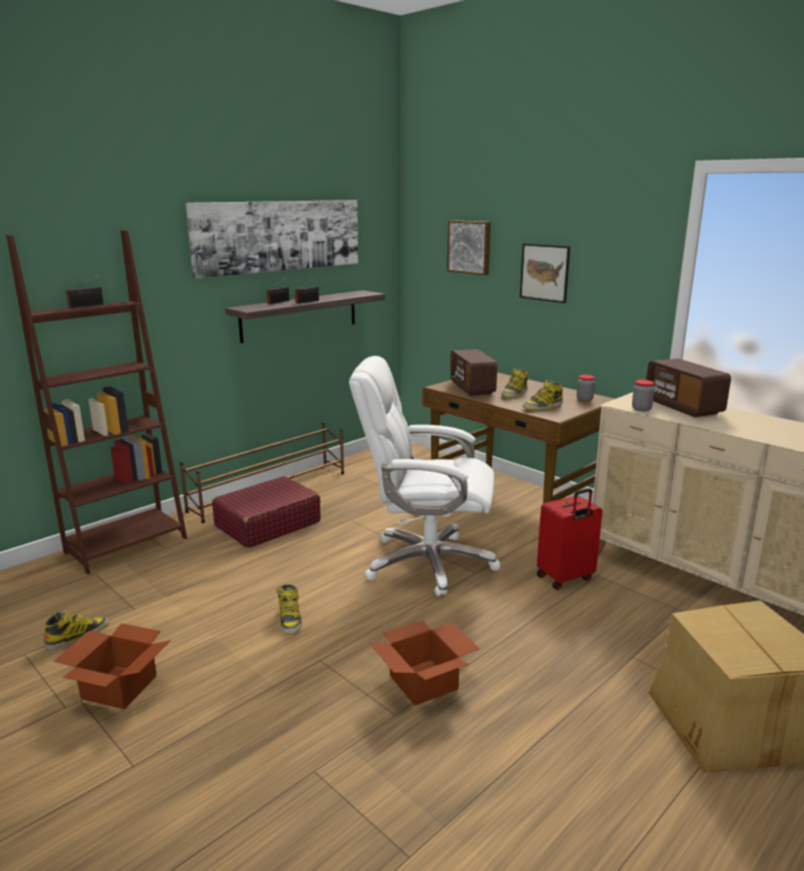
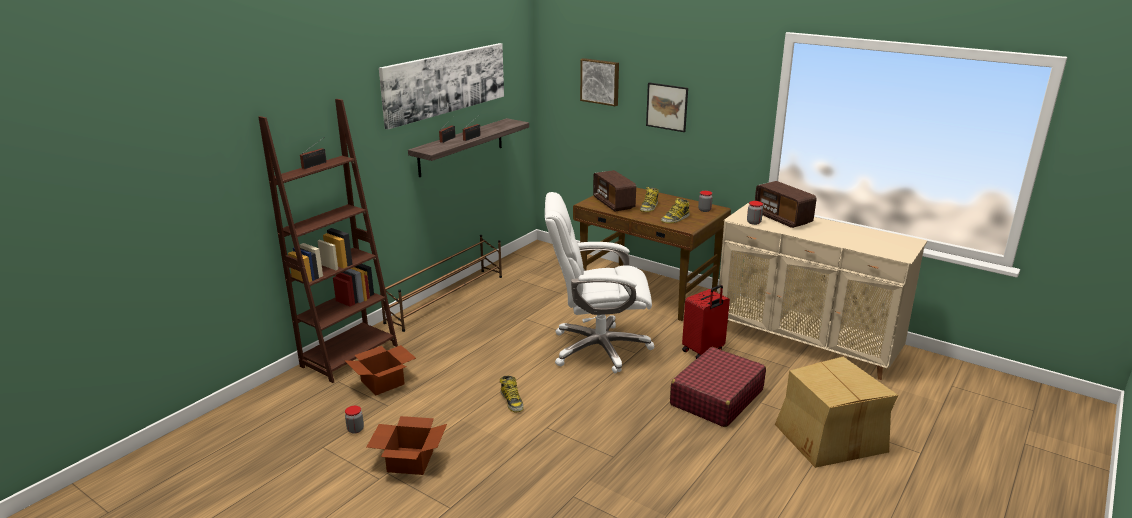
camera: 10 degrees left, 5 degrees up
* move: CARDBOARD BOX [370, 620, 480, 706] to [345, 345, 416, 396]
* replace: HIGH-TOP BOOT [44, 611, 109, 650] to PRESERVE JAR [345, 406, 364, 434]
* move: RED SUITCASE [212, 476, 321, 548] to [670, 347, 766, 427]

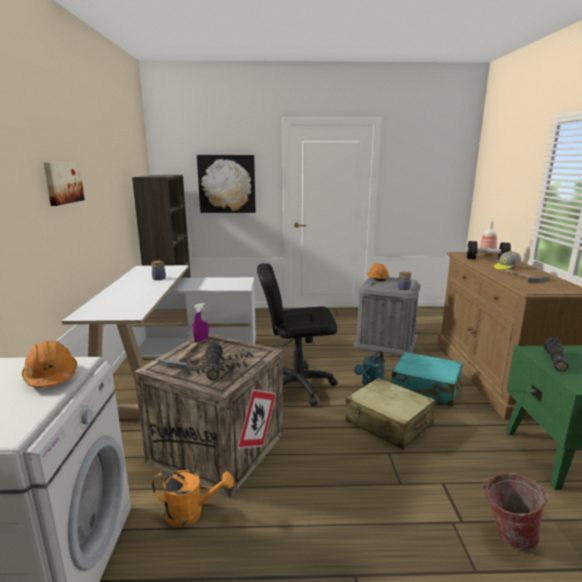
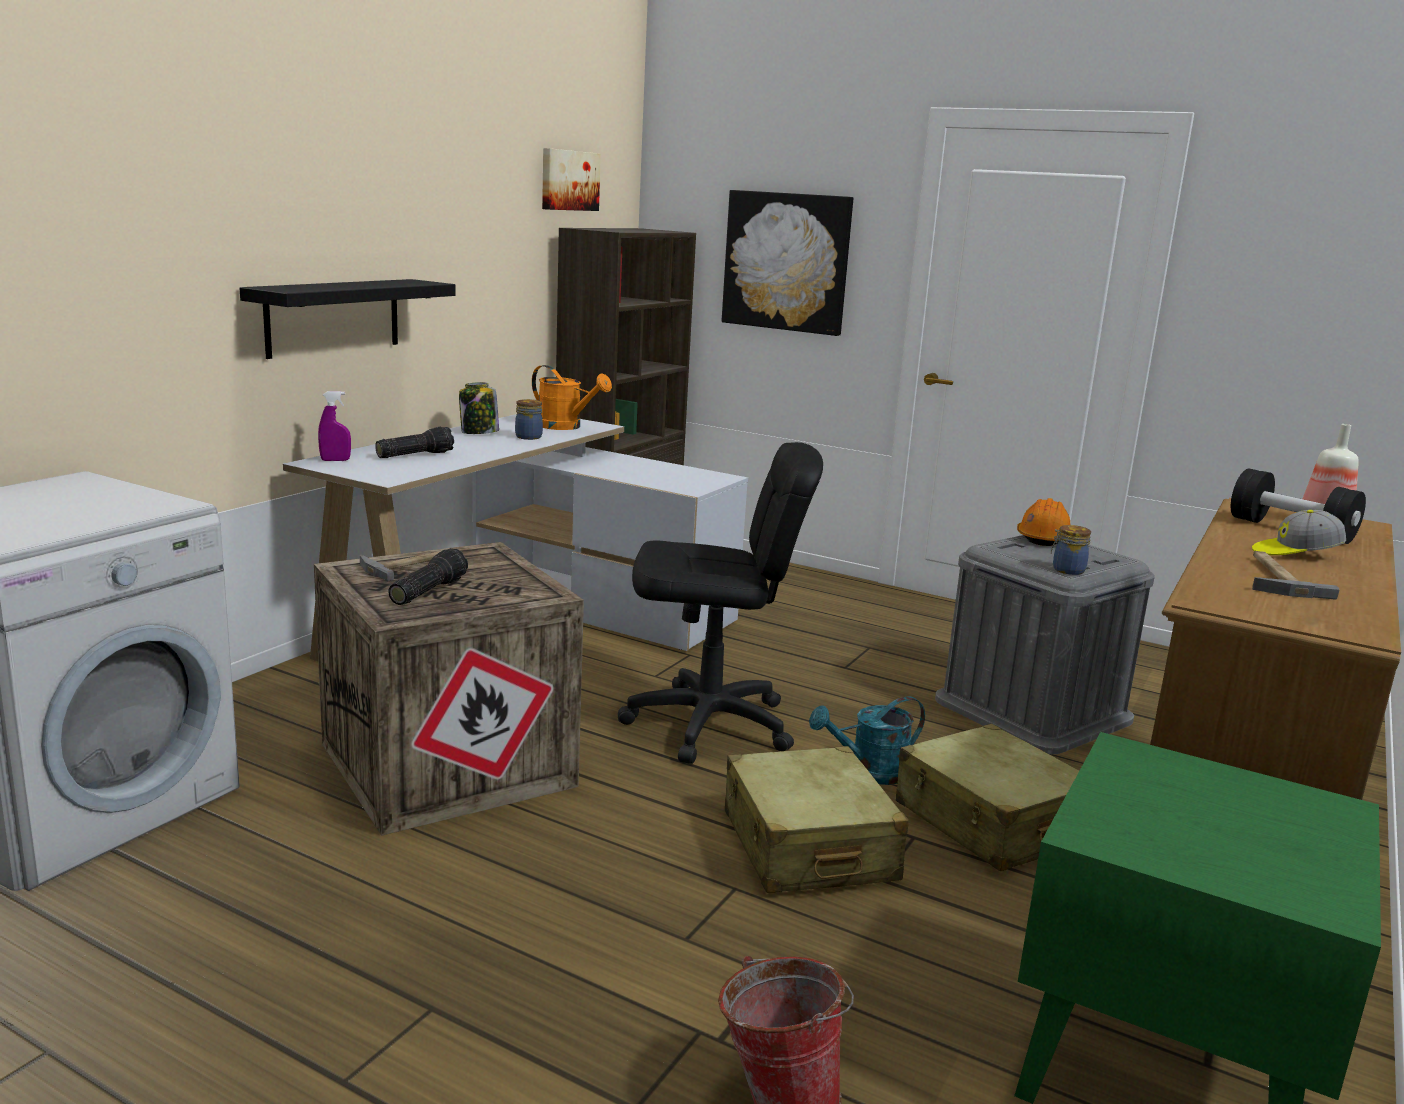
camera: 30 degrees right, 0 degrees up
* insert: BLACKISH BRACKET SHELF [240, 279, 456, 359]
* move: PURPLE SPRAYER [193, 303, 209, 342] to [318, 391, 351, 461]
* move: FLASHLIGHT [544, 337, 568, 371] to [375, 427, 454, 458]
* insert: PRESERVE JAR [459, 382, 499, 434]
* move: ORANGEY WATERING CAN [152, 470, 234, 527] to [532, 365, 612, 430]
* move: WALL ART [44, 162, 85, 206] to [542, 148, 601, 211]
* rotate: BLACKISH DESK CHAIR [257, 263, 337, 406] = [618, 442, 823, 764] 150 degrees clockwise
* recolor: TURQUOISE-COLOURED SUITCASE [392, 352, 462, 406] to SAND-COLOURED SUITCASE [896, 724, 1079, 872]
* delete: ORANGEY HARD HAT [22, 341, 77, 388]

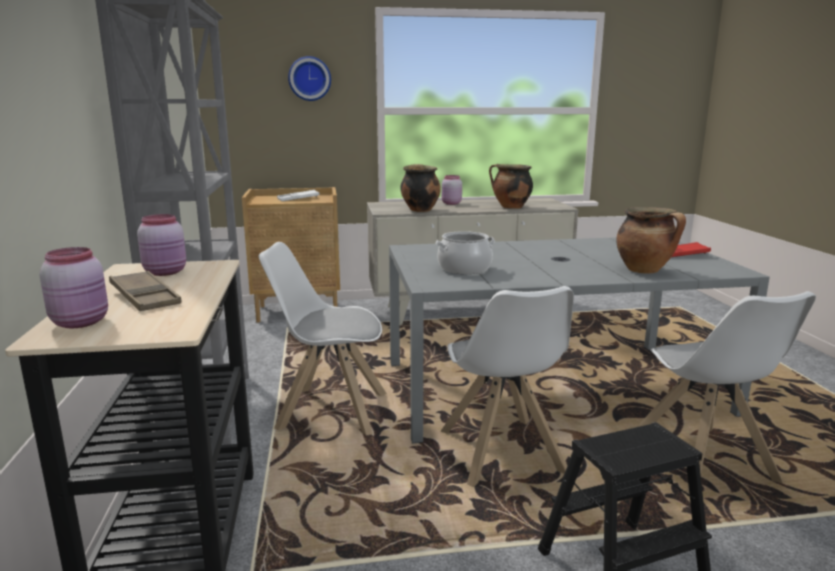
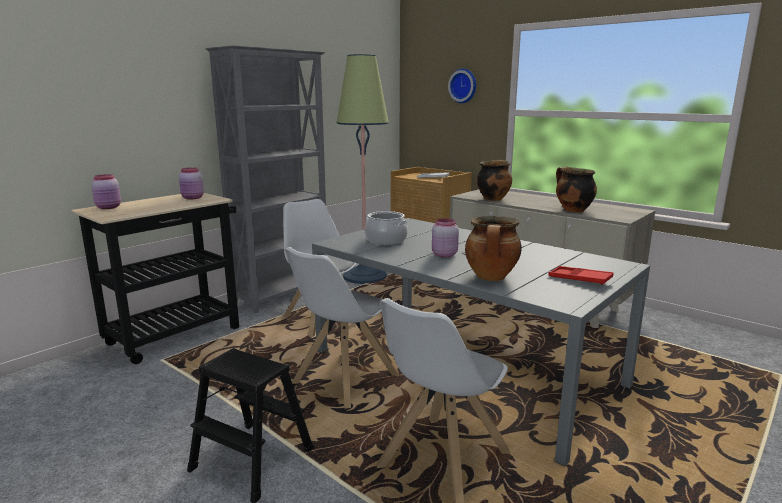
camera: 50 degrees right, 0 degrees up
* insert: FLOOR LAMP [337, 54, 389, 284]
* move: PINK PRESERVE JAR [442, 175, 462, 205] to [432, 218, 459, 257]
* delete: BROWNISH TRAY [109, 270, 181, 311]

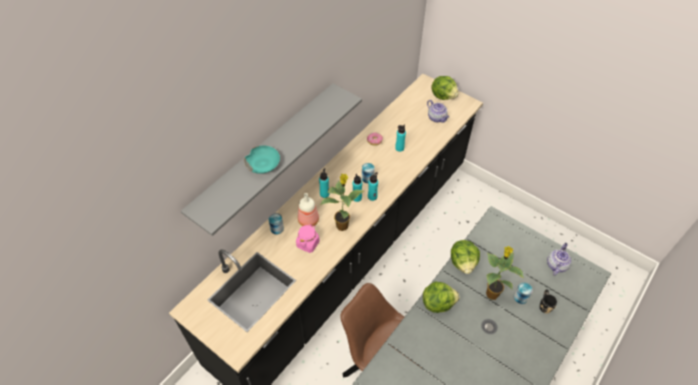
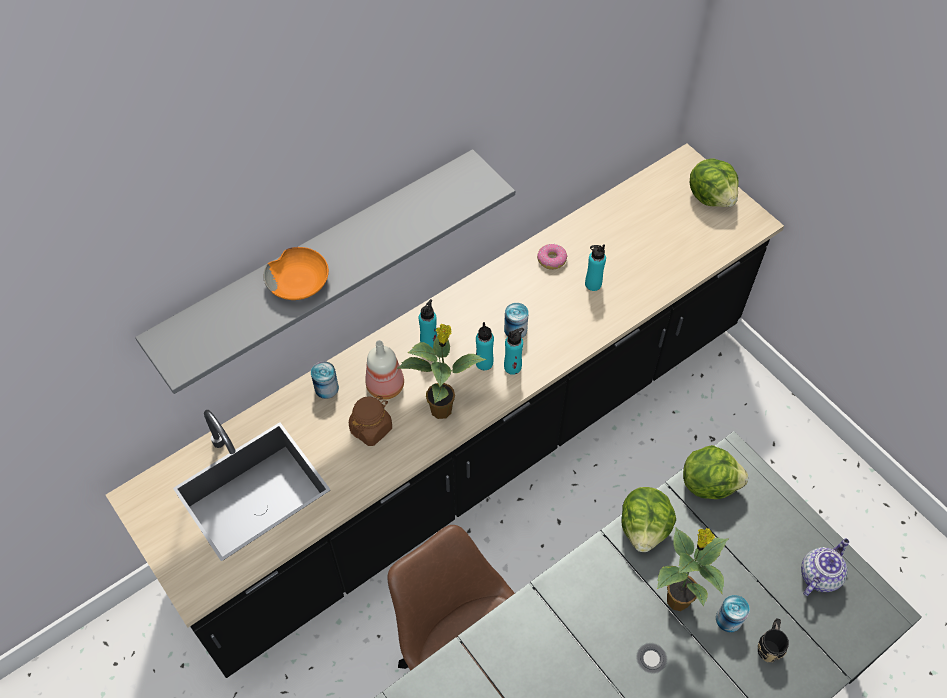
camera: 15 degrees right, 5 degrees up
* recolor: TURQUOISE-COLOURED SERVING BOWL [244, 145, 280, 174] to ORANGEY SERVING BOWL [263, 247, 329, 300]
* recolor: PINK PRESERVE JAR [296, 224, 320, 253] to BROWNISH PRESERVE JAR [349, 396, 392, 446]
* move: LETTUCE [423, 281, 460, 313] to [683, 445, 748, 499]
* delete: POT FOR TEA [427, 100, 450, 122]

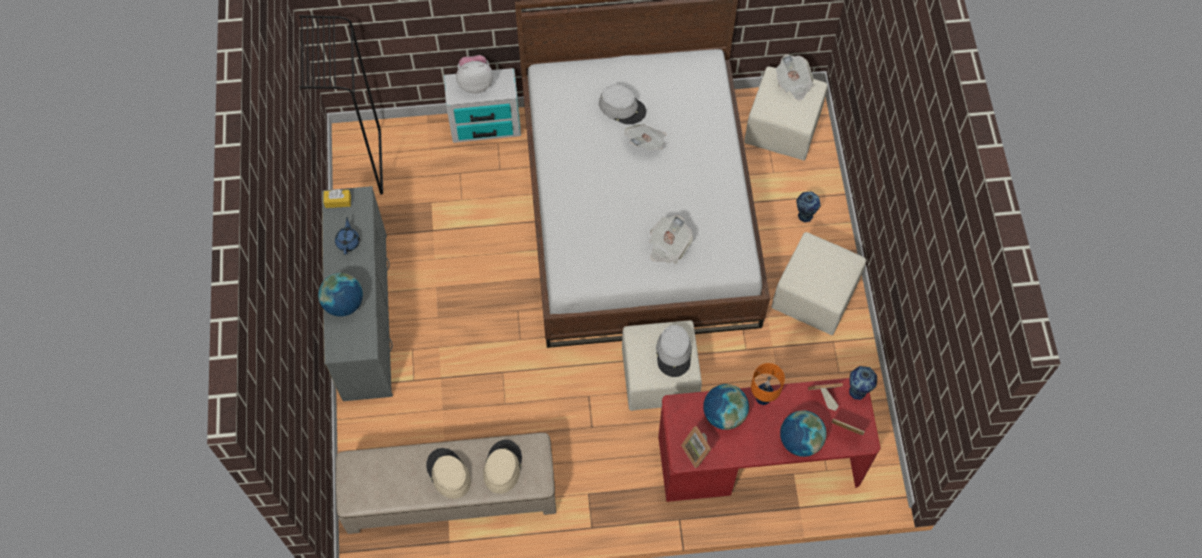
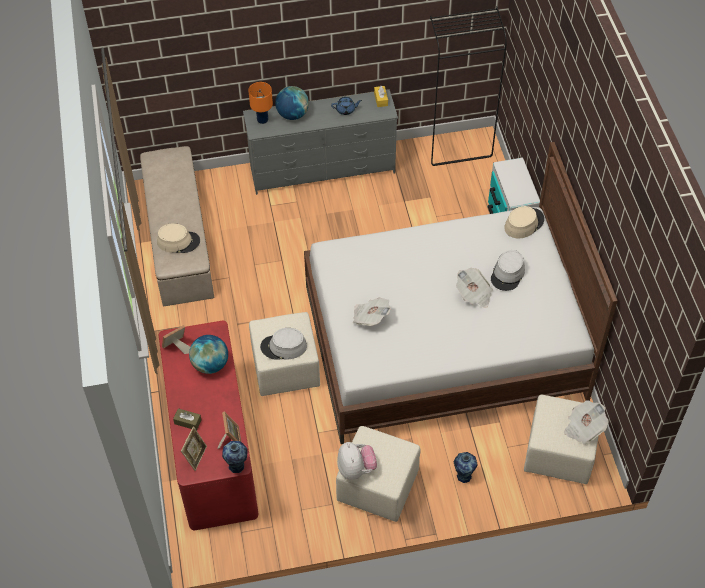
camera: 85 degrees right, 10 degrees down
* replace: WORLD GLOBE [780, 411, 826, 457] to BROWNISH TISSUE BOX [173, 408, 201, 430]
* move: ORANGEY TABLETOP LAMP [751, 363, 785, 405] to [248, 82, 273, 124]
* move: CUDDLY TOY [456, 55, 493, 94] to [337, 442, 377, 480]
* move: SAND-COLOURED HAT [426, 448, 471, 499] to [504, 206, 544, 239]

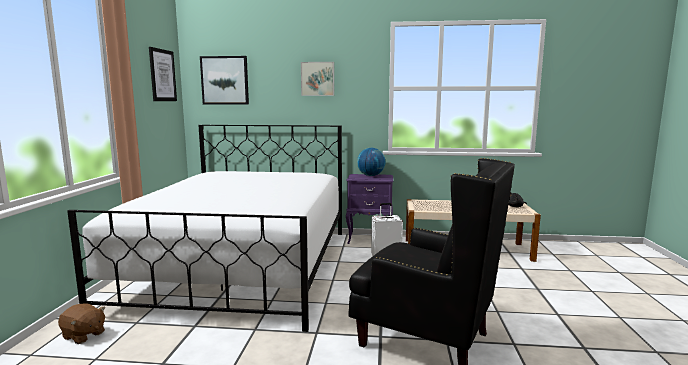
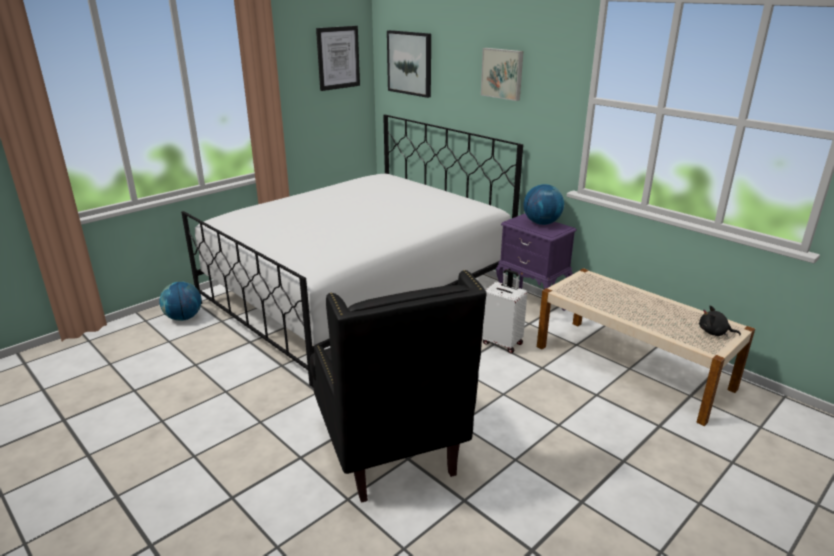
camera: 40 degrees right, 15 degrees up
* replace: BROWNISH CUDDLY TOY [58, 303, 106, 344] to WORLD GLOBE [159, 282, 201, 321]

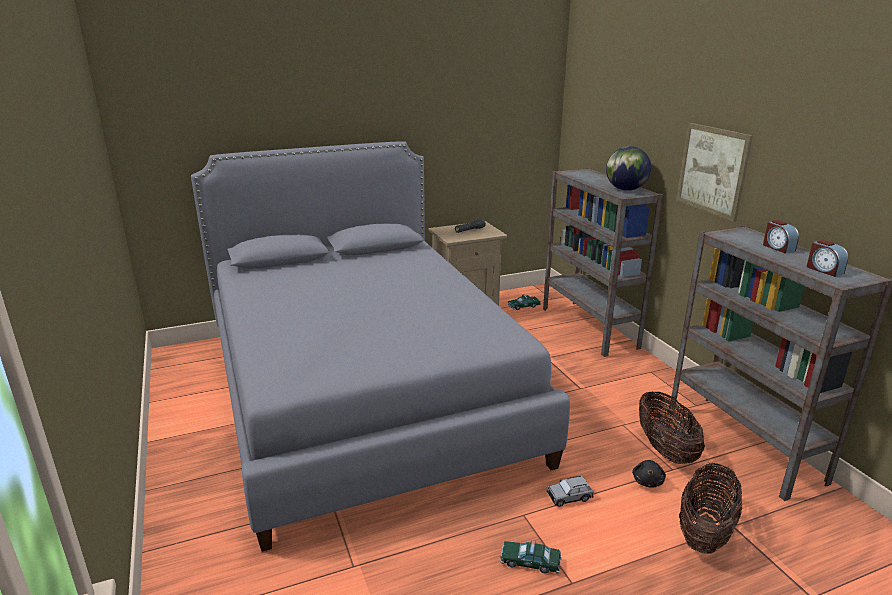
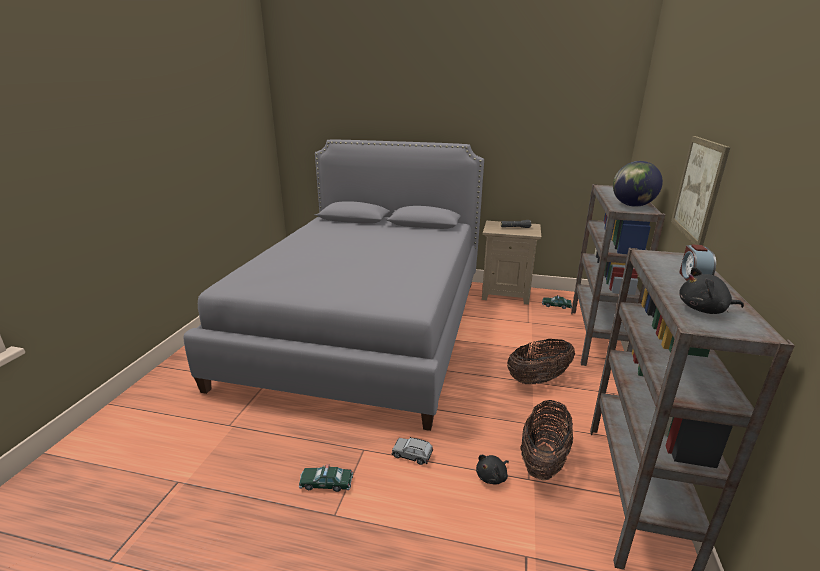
camera: 35 degrees right, 0 degrees up
* rotate: MINIATURE CAR [500, 540, 561, 573] = [299, 464, 353, 492] 45 degrees counterclockwise
* move: BASKET [679, 462, 742, 554] to [507, 339, 575, 384]
* replace: BEDSIDE CLOCK [807, 240, 848, 277] to BLACKISH CUDDLY TOY [679, 267, 744, 314]

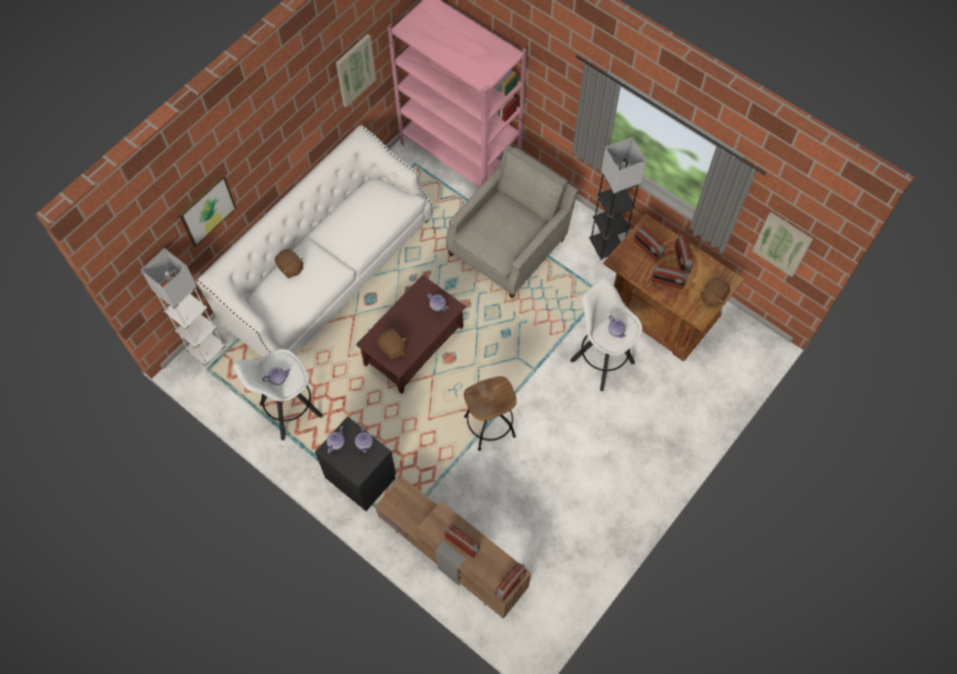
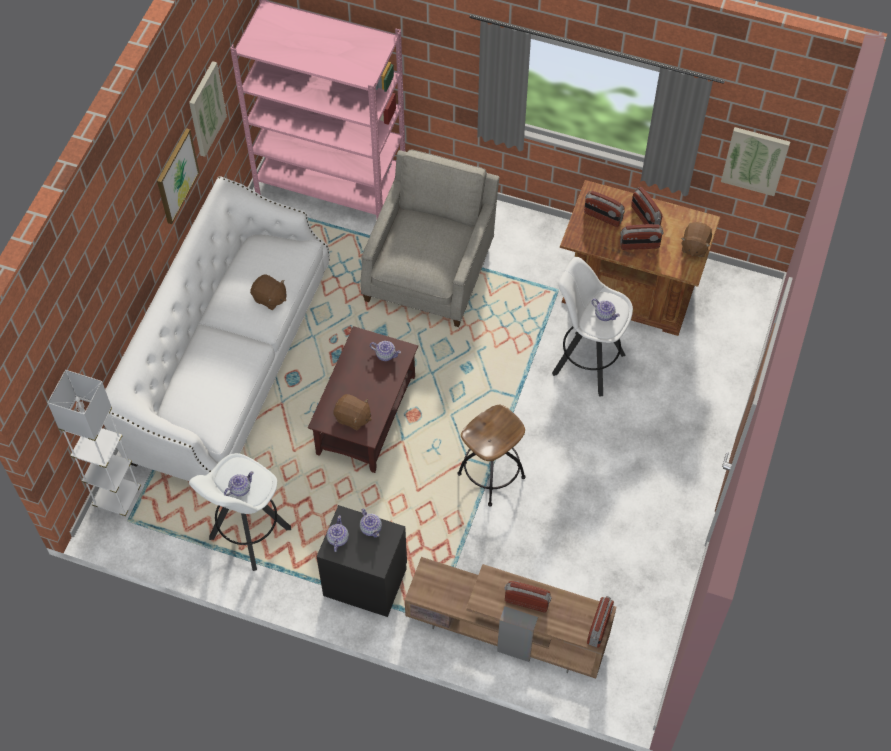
camera: 20 degrees left, 5 degrees down
* move: WALL ART [179, 174, 237, 247] to [157, 128, 200, 224]
* move: BROWNISH CUDDLY TOY [275, 248, 303, 279] to [250, 274, 286, 310]
* delete: BLACKISH FLOOR LAMP [589, 137, 647, 260]

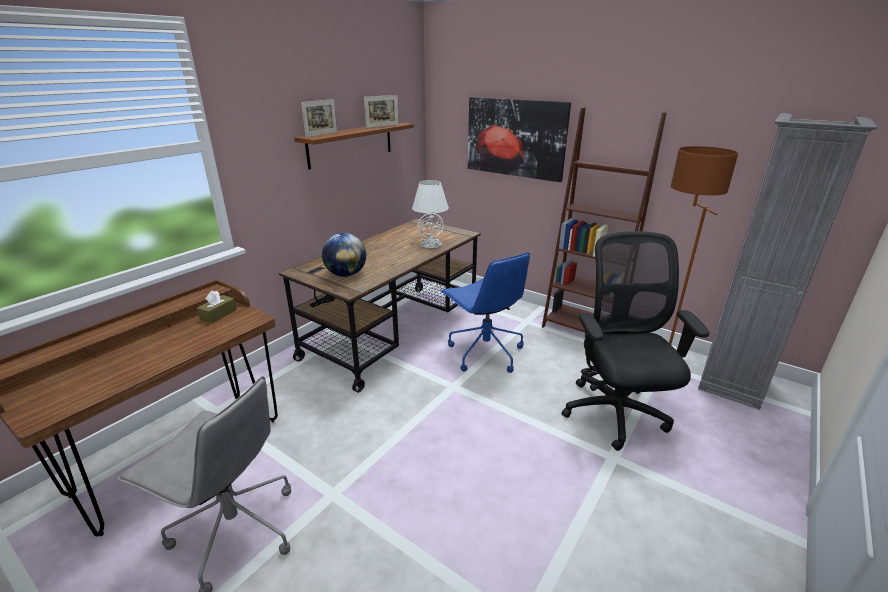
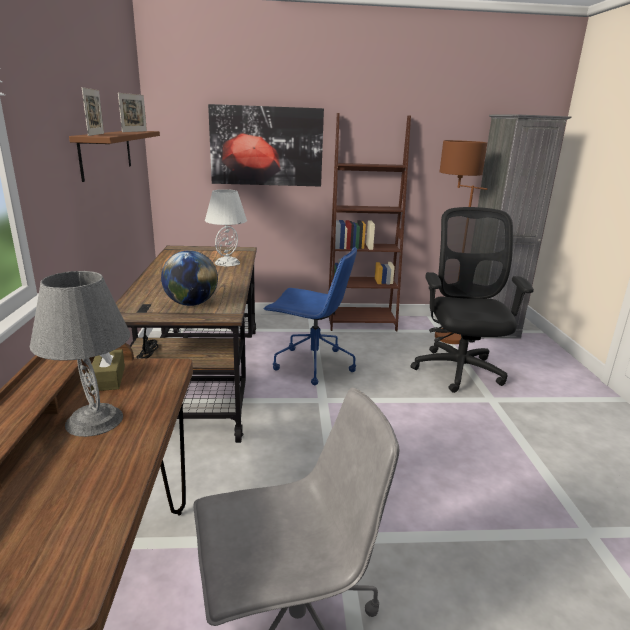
camera: 40 degrees left, 5 degrees down
* insert: GRAY TABLETOP LAMP [30, 271, 130, 437]
* rotate: BLACKISH DESK CHAIR [562, 231, 709, 451] = [410, 207, 534, 393] 45 degrees clockwise

